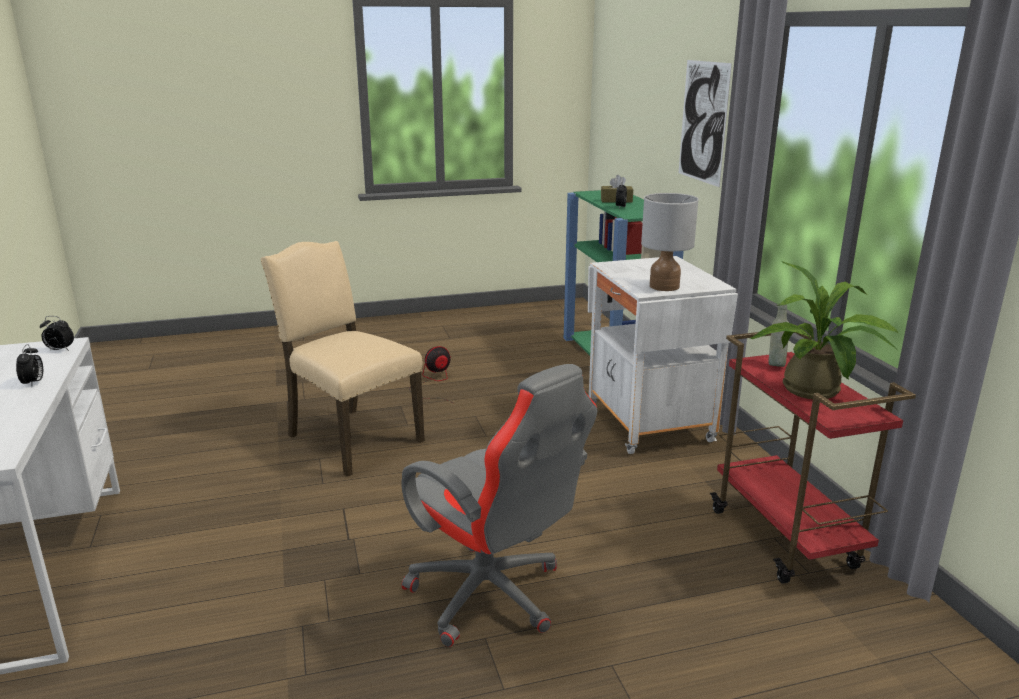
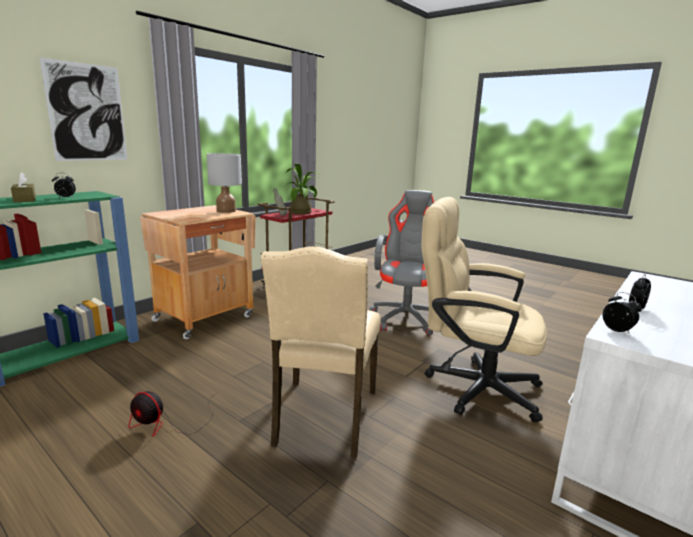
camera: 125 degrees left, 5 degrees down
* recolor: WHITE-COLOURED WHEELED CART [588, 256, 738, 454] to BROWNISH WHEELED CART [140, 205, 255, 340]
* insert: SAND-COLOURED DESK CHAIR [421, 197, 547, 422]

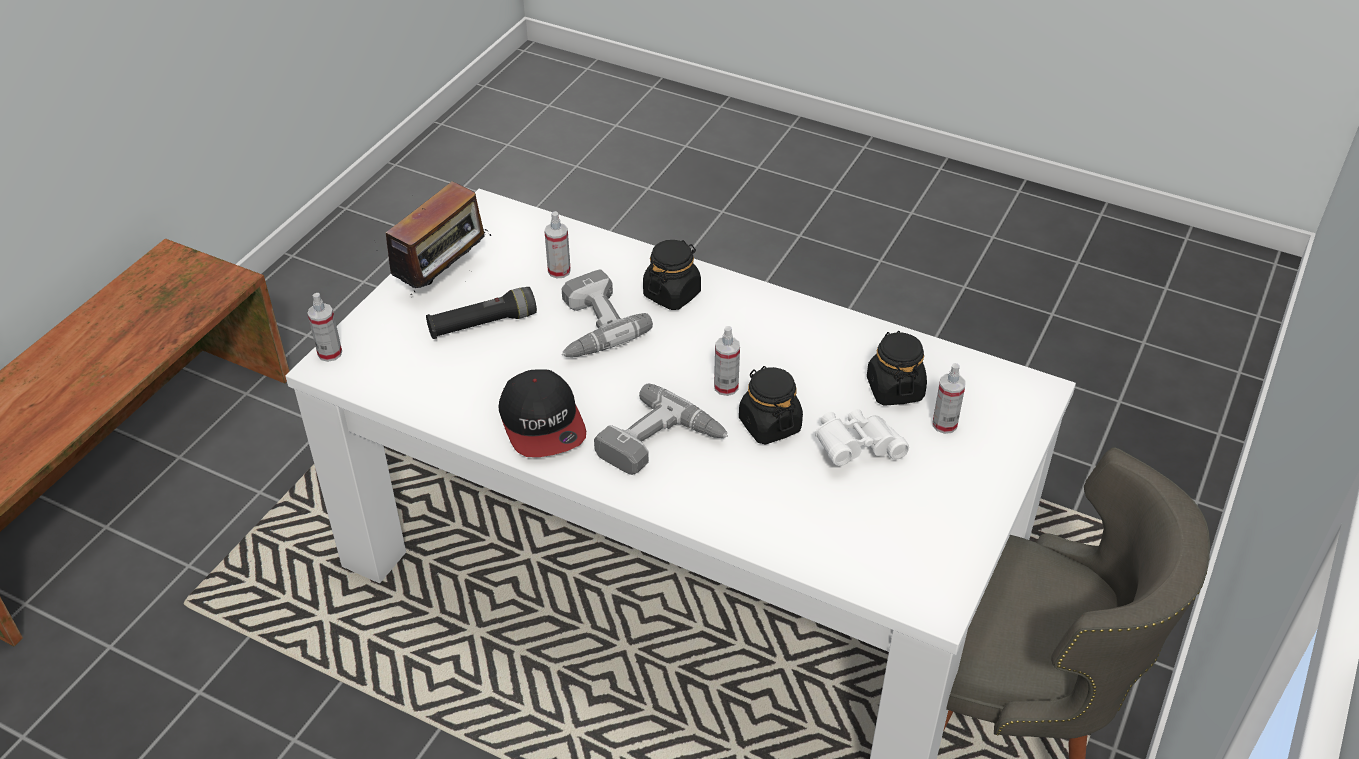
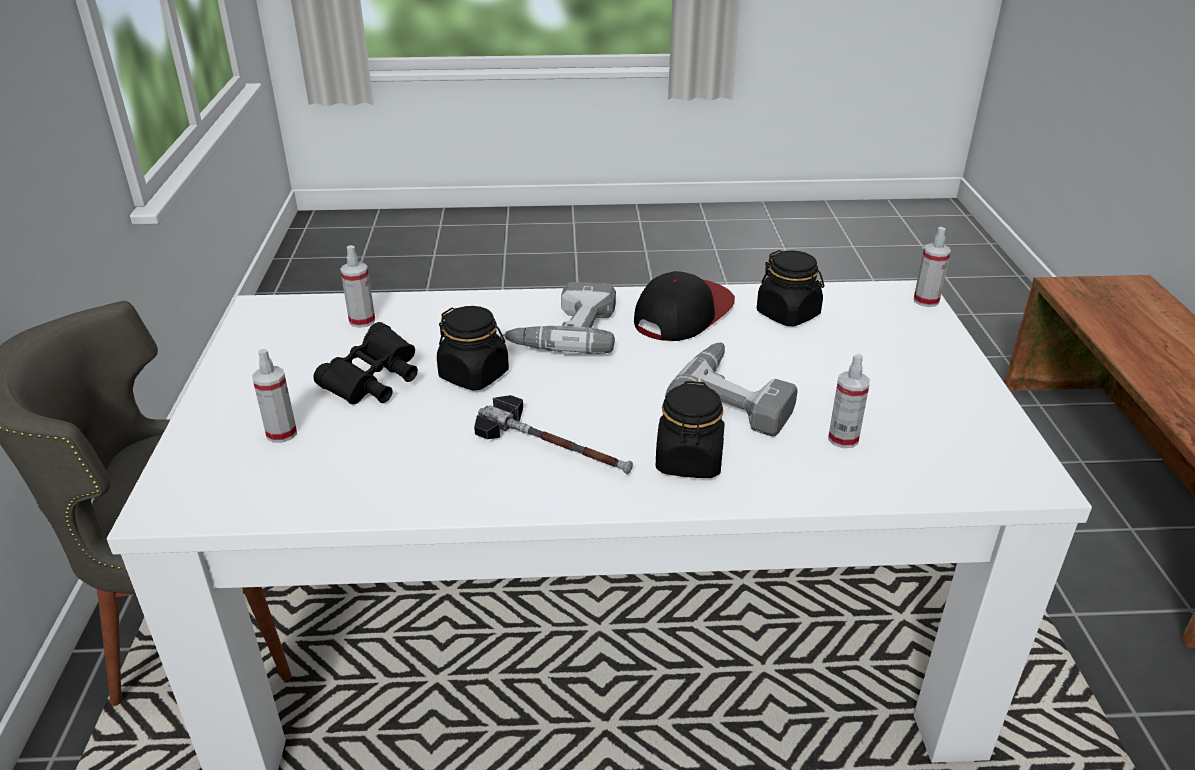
camera: 150 degrees right, 10 degrees down
* recolor: WHITE-COLOURED BINOCULARS [815, 409, 909, 466] to BLACKISH BINOCULARS [314, 322, 418, 404]
* move: SPRAYER [714, 326, 740, 396] to [340, 245, 375, 328]
* insert: HAND HAMMER [474, 395, 633, 474]
* rotate: CAP [499, 369, 586, 457] = [634, 271, 735, 341] 90 degrees clockwise
* move: BLACKISH PRESERVE JAR [867, 331, 927, 406] to [757, 250, 824, 327]
* delete: RADIO RECEIVER [386, 181, 491, 298]
* delete: BLACKISH FLASHLIGHT [426, 287, 537, 339]

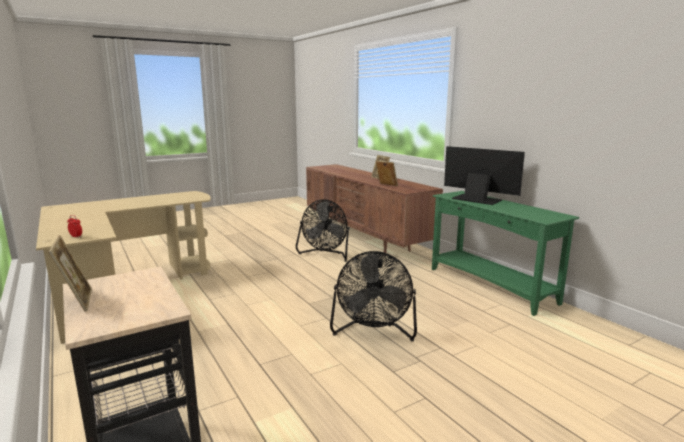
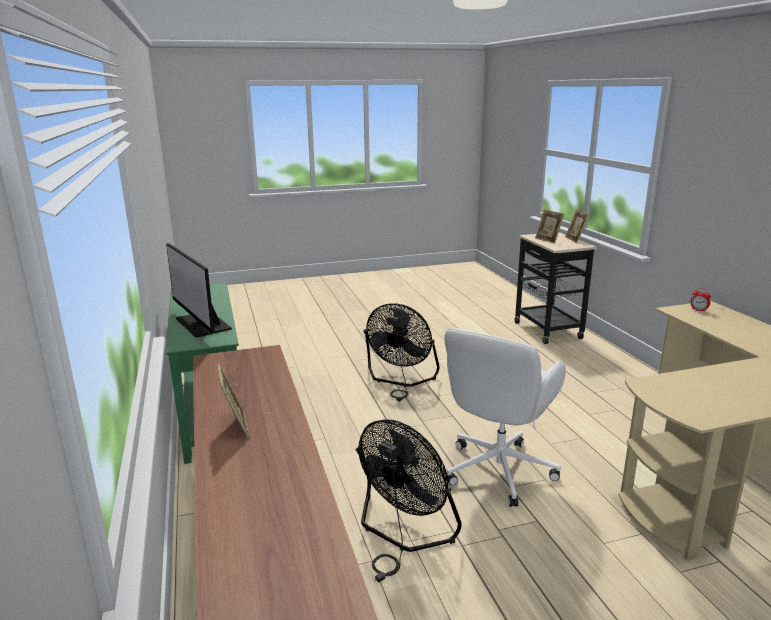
camera: 165 degrees left, 5 degrees up
* insert: WHITE-COLOURED DESK CHAIR [444, 328, 566, 507]
* move: STANDING FRAME [376, 161, 398, 186] to [535, 209, 564, 244]

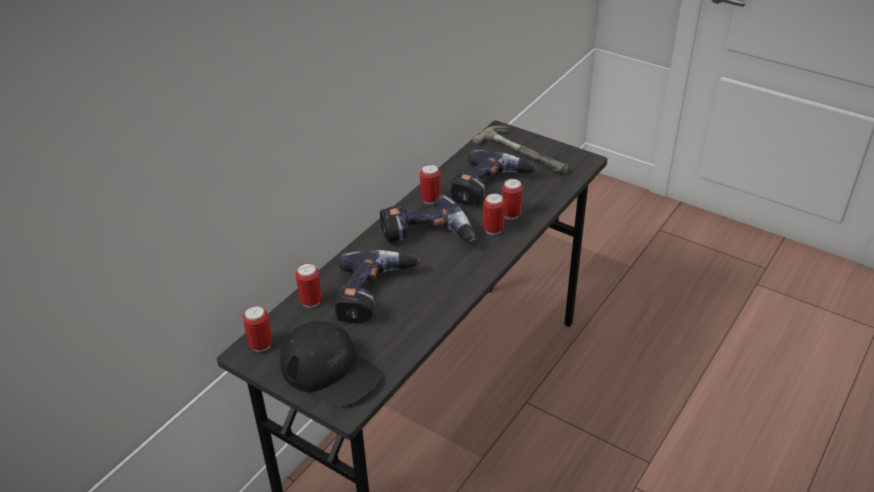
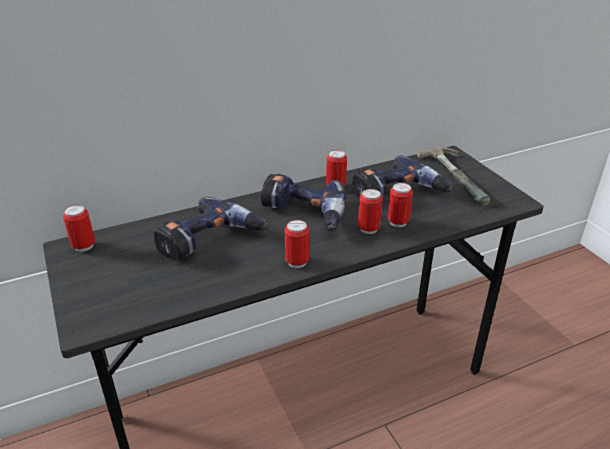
camera: 30 degrees right, 5 degrees down
* move: METAL CAN [295, 263, 322, 308] to [285, 220, 309, 268]
* delete: BLACKISH CAP [280, 321, 381, 407]

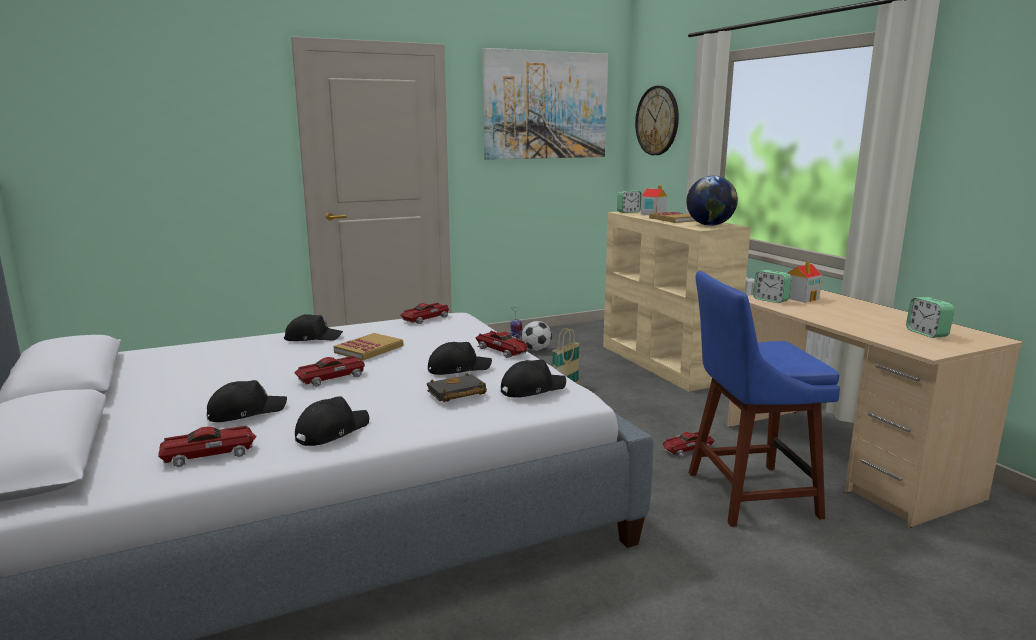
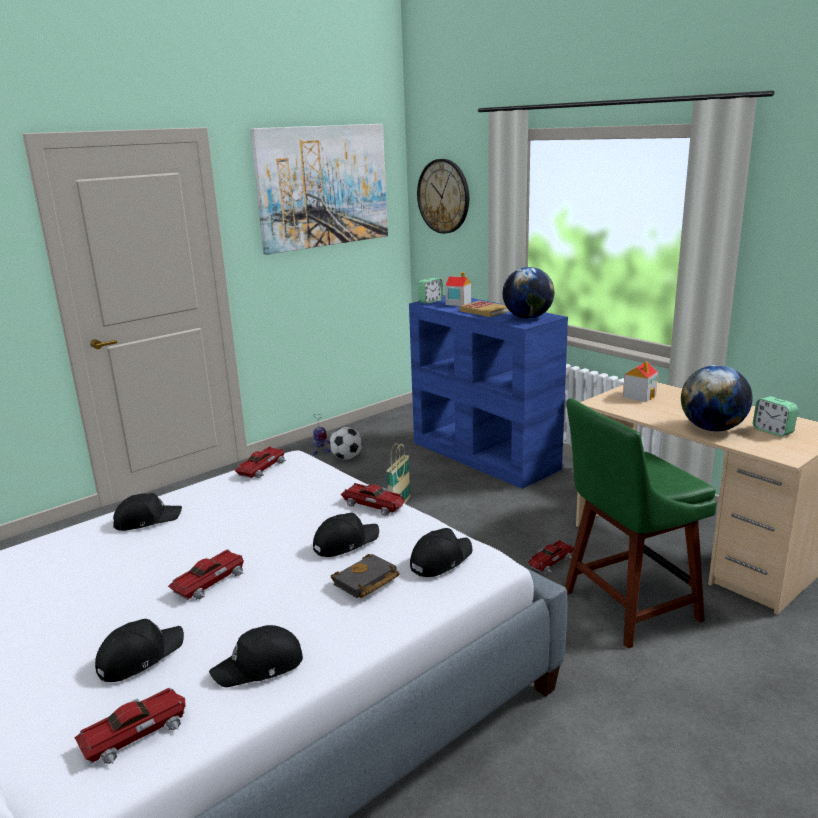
camera: 15 degrees left, 5 degrees up
* rotate: BLACKISH CAP [295, 397, 369, 446] = [209, 625, 303, 687] 135 degrees counterclockwise
* recolor: SAND-COLOURED BOOKCASE [603, 211, 751, 392] to BLUE BOOKCASE [409, 295, 568, 489]
* recolor: BLUE UPRIGHT CHAIR [689, 271, 840, 527] to GREENISH UPRIGHT CHAIR [565, 398, 717, 649]
* insert: WORLD GLOBE [681, 365, 752, 431]
* delete: BOUND BOOK [334, 333, 404, 361]
* delete: BEDSIDE CLOCK [753, 270, 792, 303]

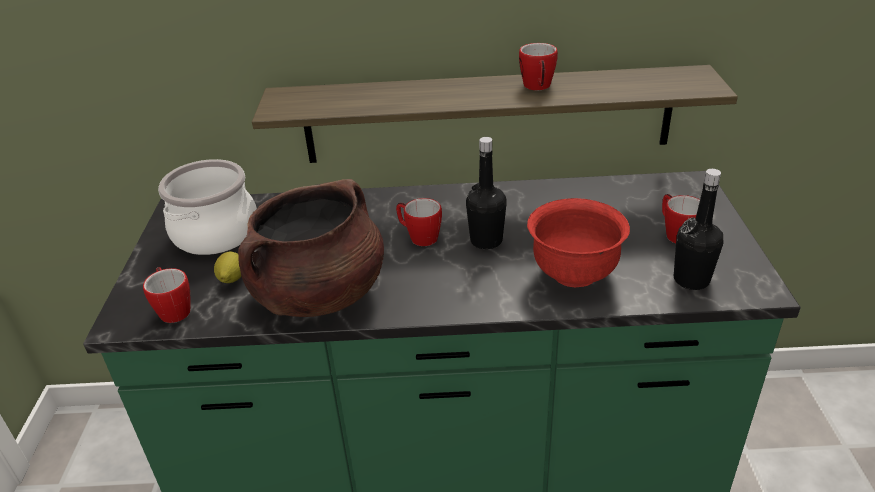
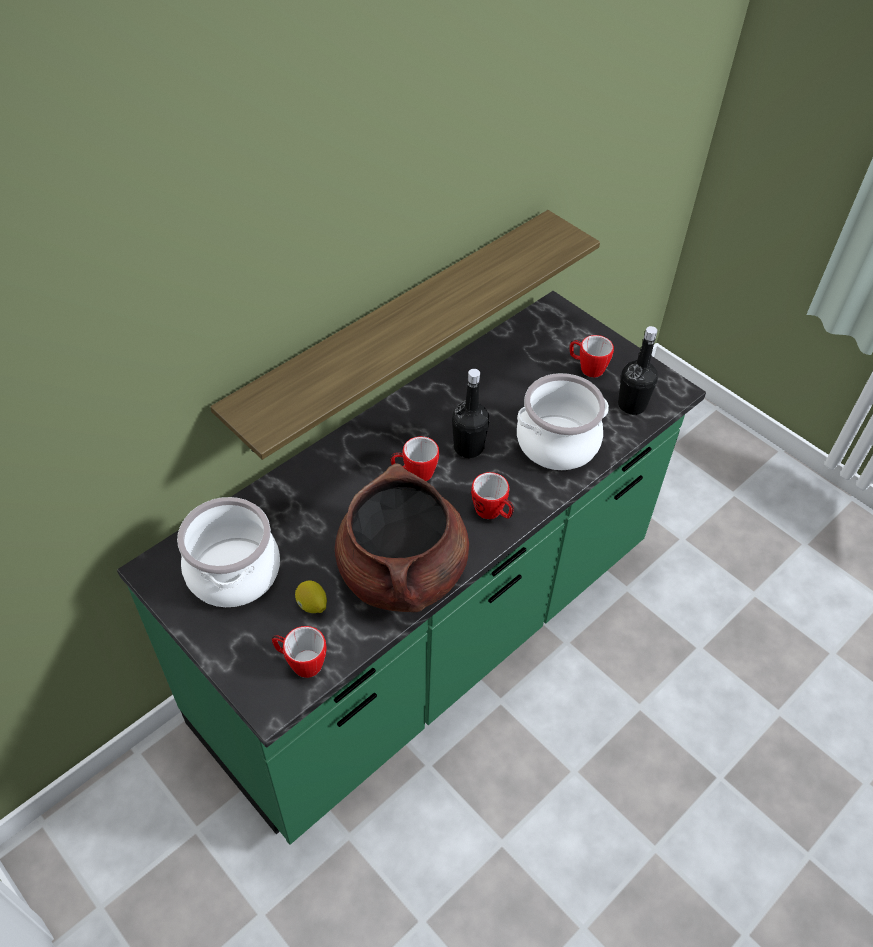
camera: 45 degrees left, 15 degrees up
* move: TEA MUG [519, 43, 558, 90] to [471, 472, 514, 519]
* replace: RED SERVING BOWL [527, 198, 630, 287] to COOKING POT [517, 373, 609, 470]

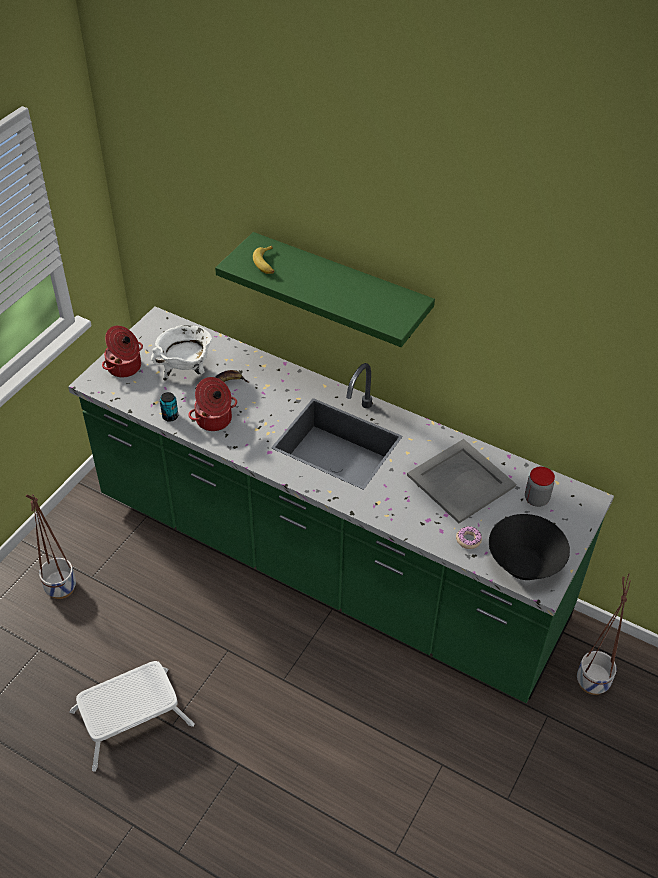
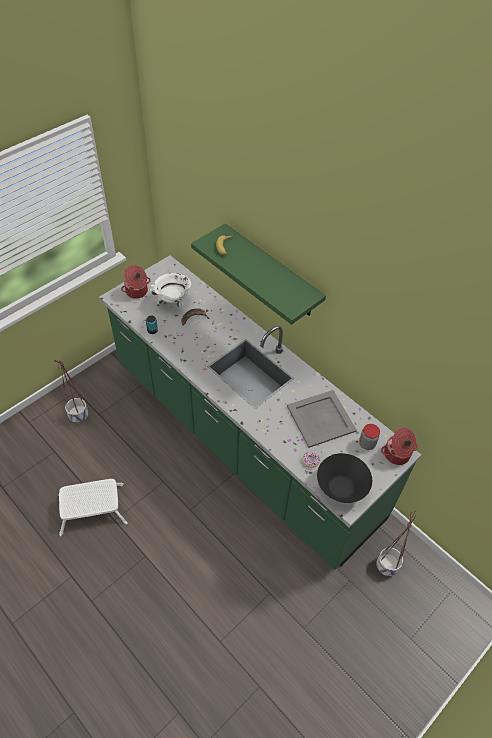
camera: 15 degrees right, 5 degrees up
* move: COOKING POT [189, 377, 237, 431] to [381, 428, 418, 465]

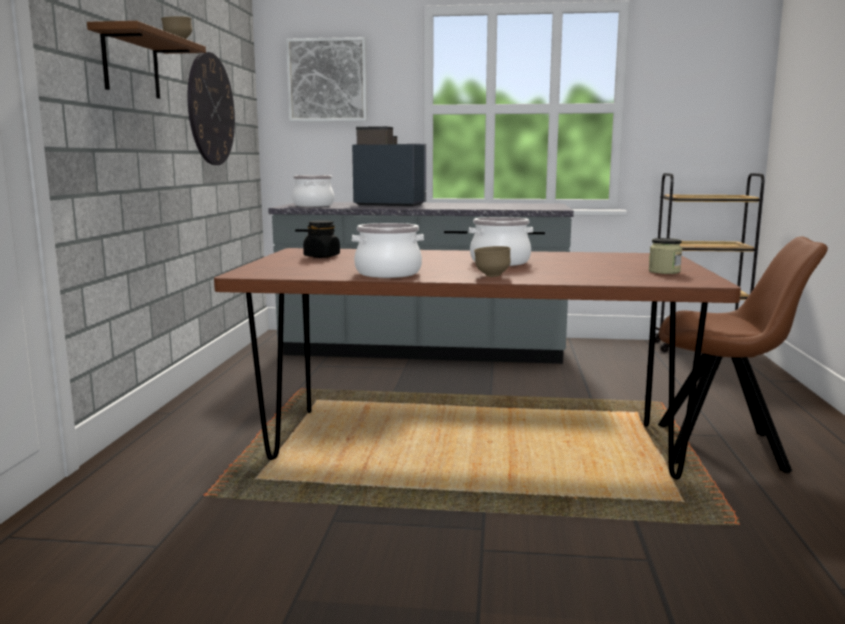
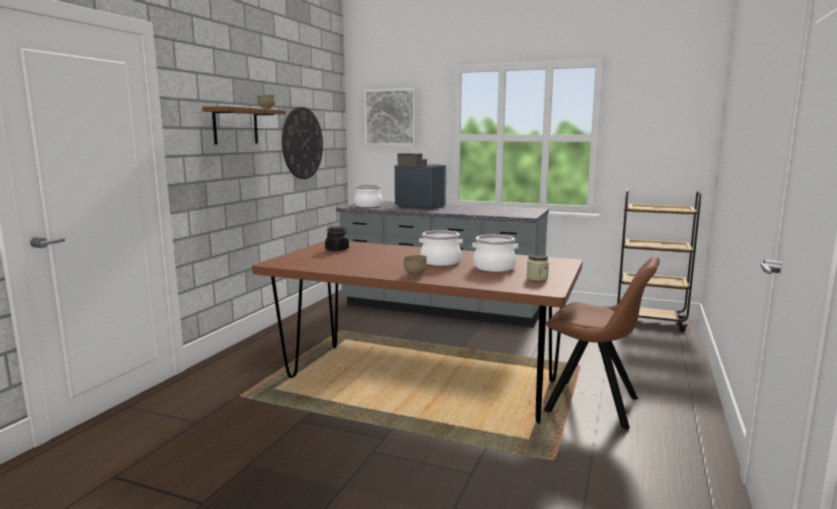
camera: 15 degrees right, 0 degrees up
* move: COOKING POT [352, 223, 424, 278] to [472, 235, 518, 272]

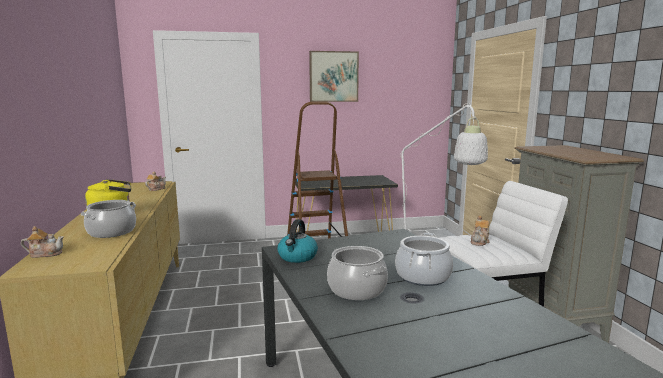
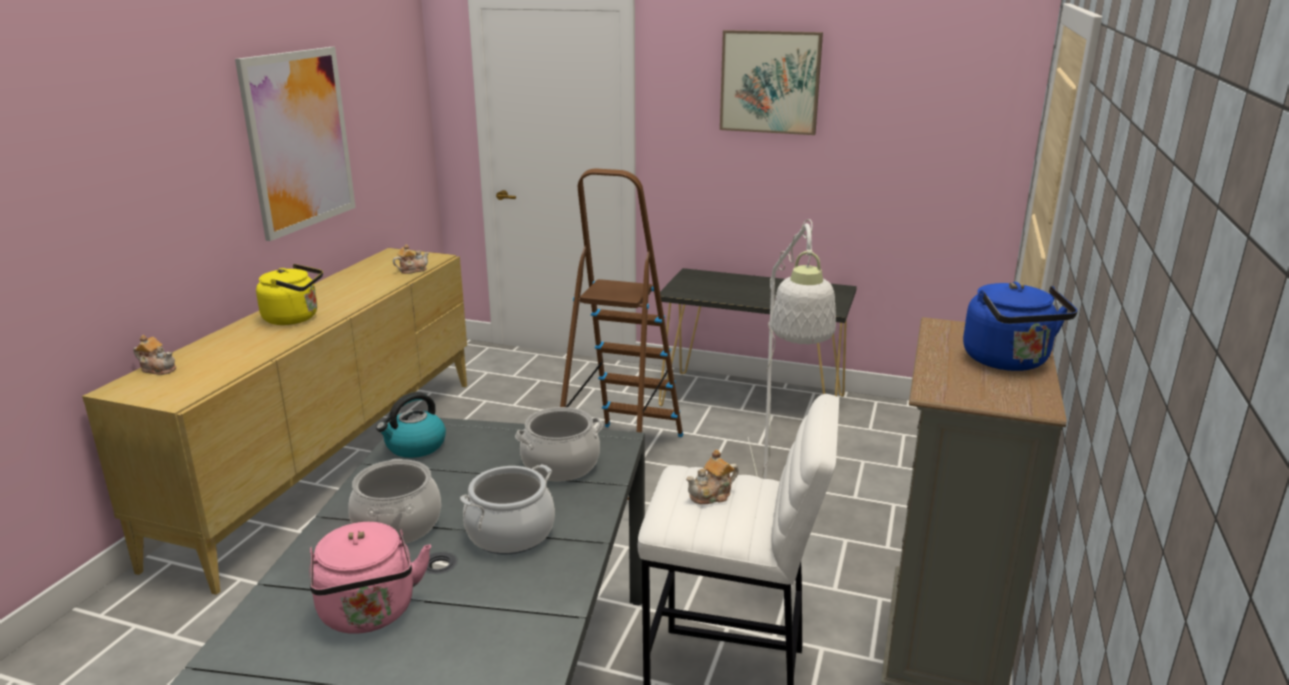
camera: 30 degrees right, 10 degrees up
* insert: WALL ART [235, 47, 356, 241]
* insert: PINK WATER KETTLE [309, 522, 431, 634]
* move: COOKING POT [81, 200, 136, 238] to [515, 407, 603, 481]
* insert: BLUE WATER KETTLE [963, 282, 1078, 371]

